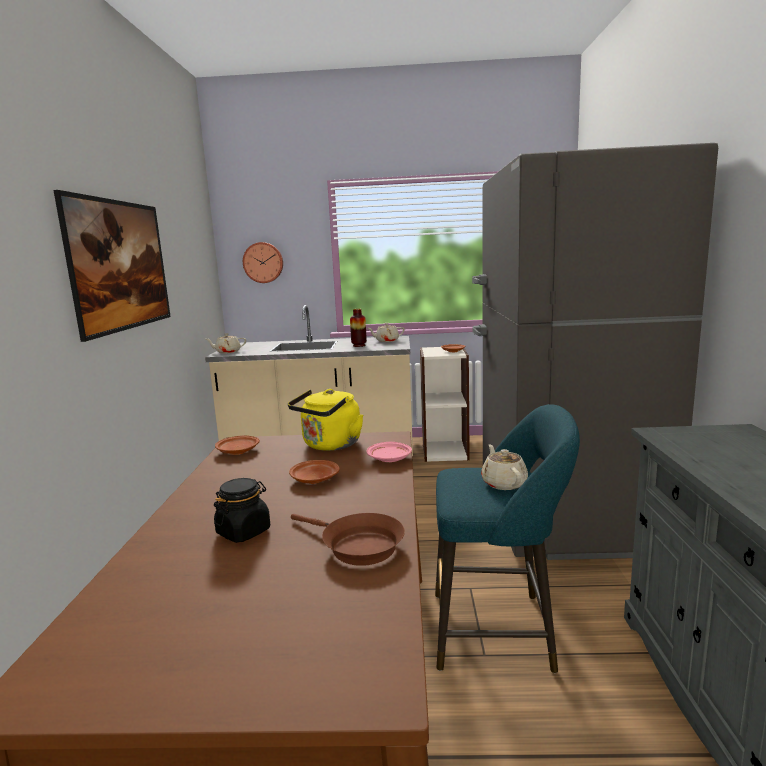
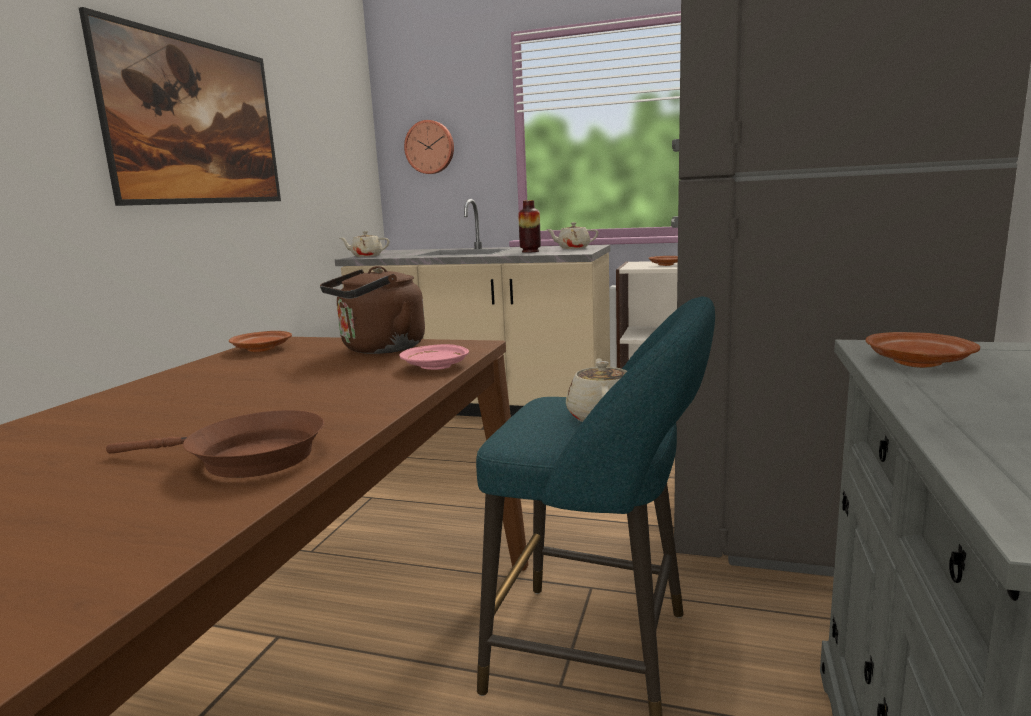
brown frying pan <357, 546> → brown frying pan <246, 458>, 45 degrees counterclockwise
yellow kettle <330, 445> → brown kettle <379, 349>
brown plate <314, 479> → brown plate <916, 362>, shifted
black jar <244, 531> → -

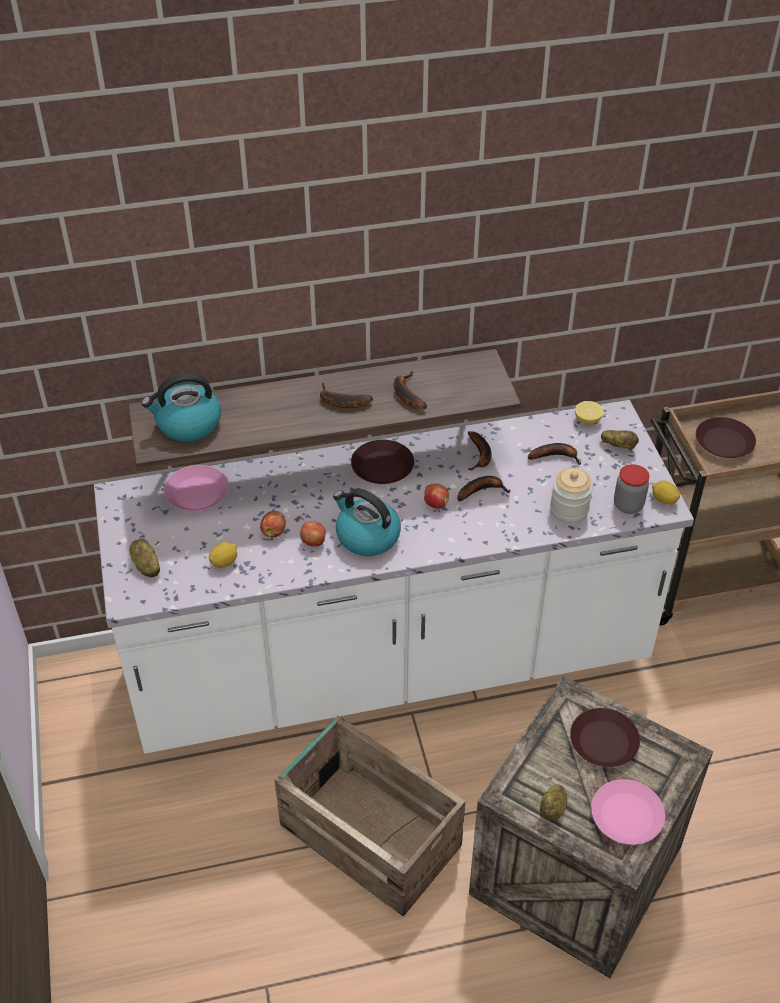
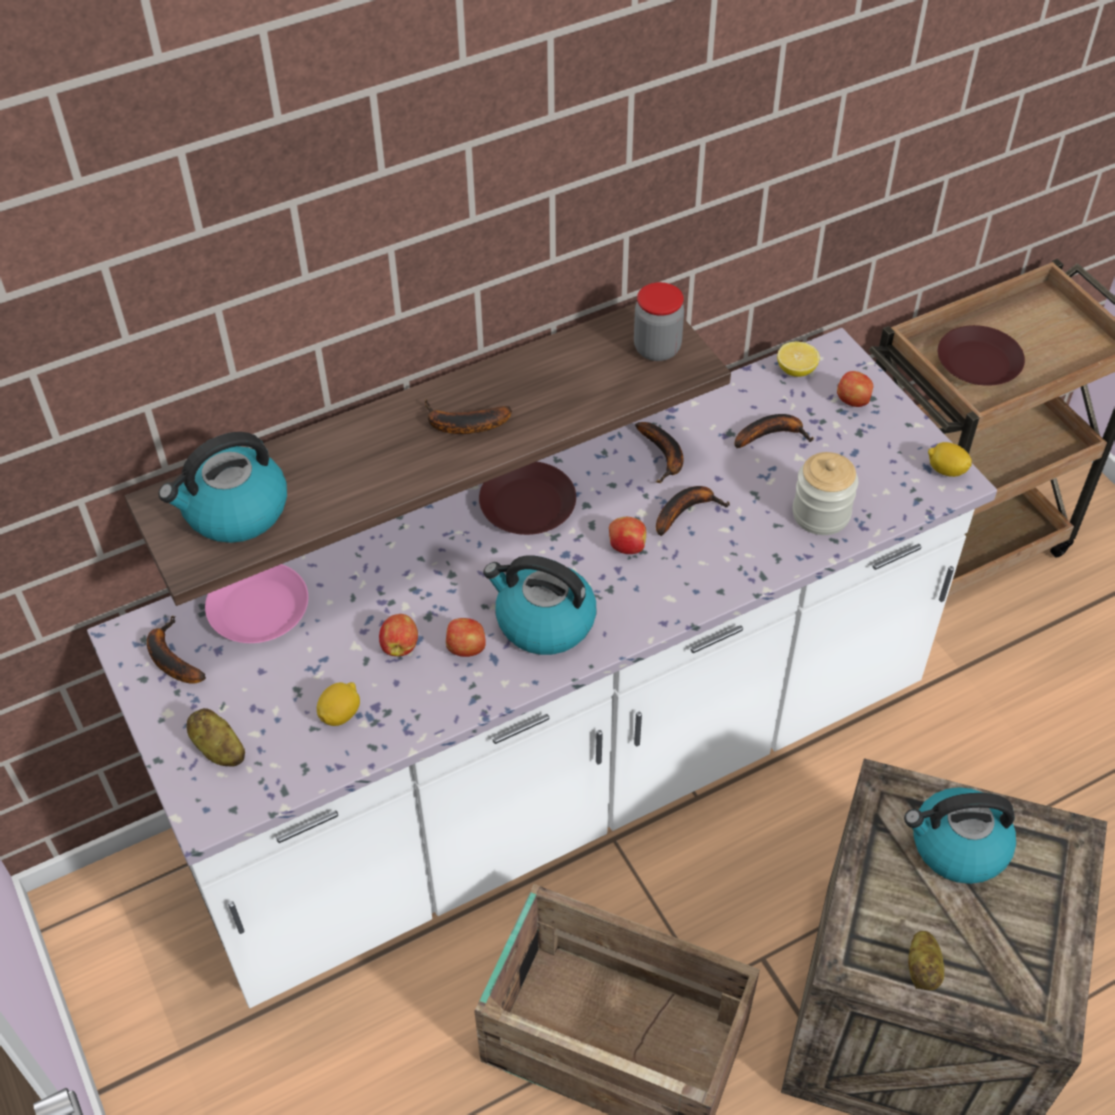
banana <406, 394> → banana <170, 658>, shifted
jar <628, 505> → jar <657, 349>, shifted
potato <618, 446> → apple <853, 401>
brown plate <604, 742> → kettle <957, 846>
pink plate <627, 816> → -

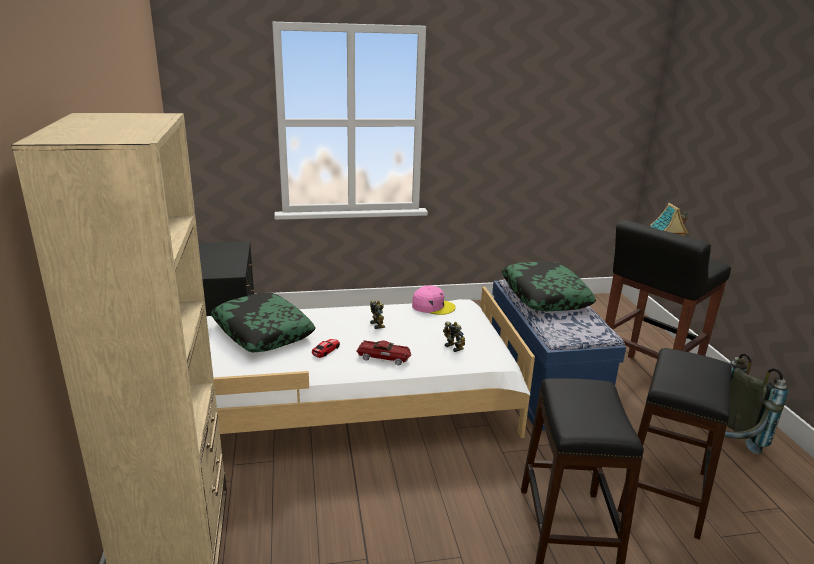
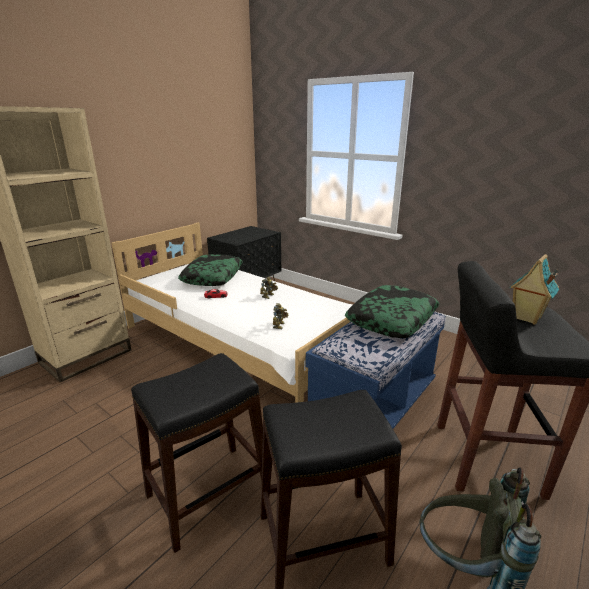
toy car <384, 357> → -
pink cap <433, 306> → -

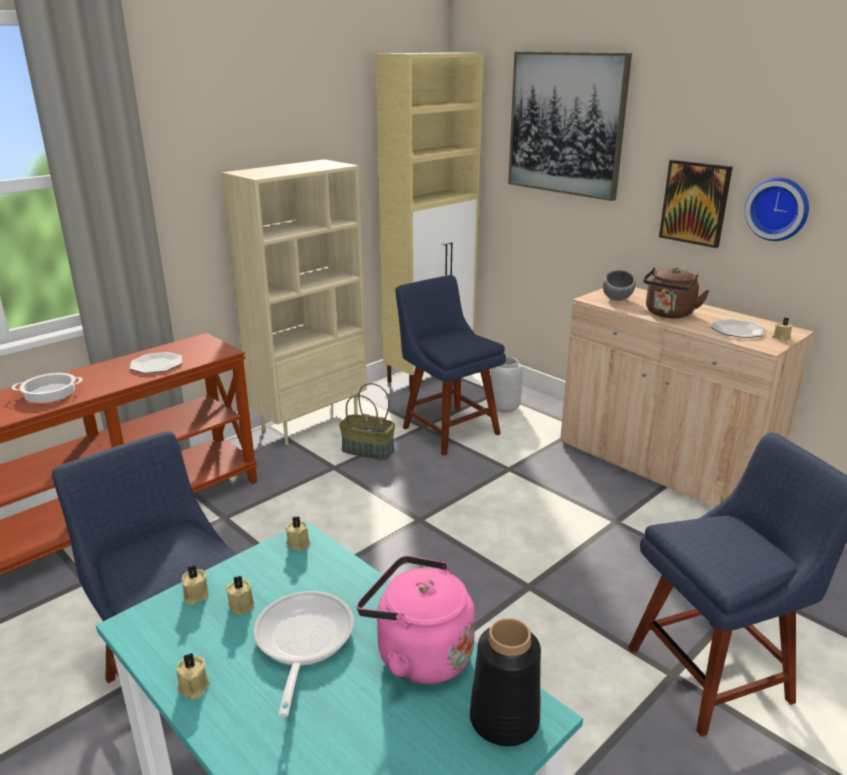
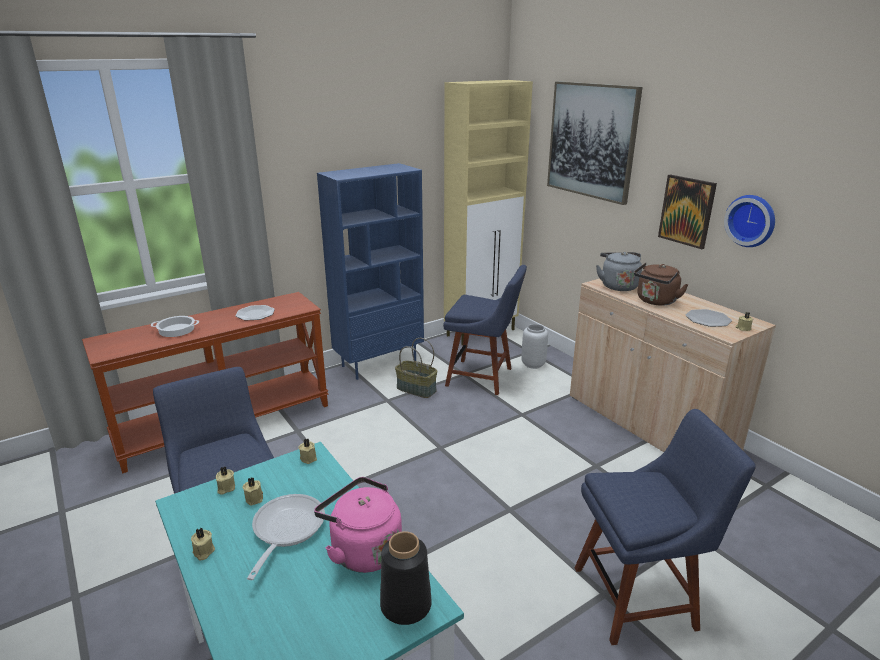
beige bookcase <310, 422> → blue bookcase <379, 363>
blue chair <448, 429> → blue chair <483, 377>, 135 degrees clockwise
grey bowl <617, 299> → grey kettle <618, 285>

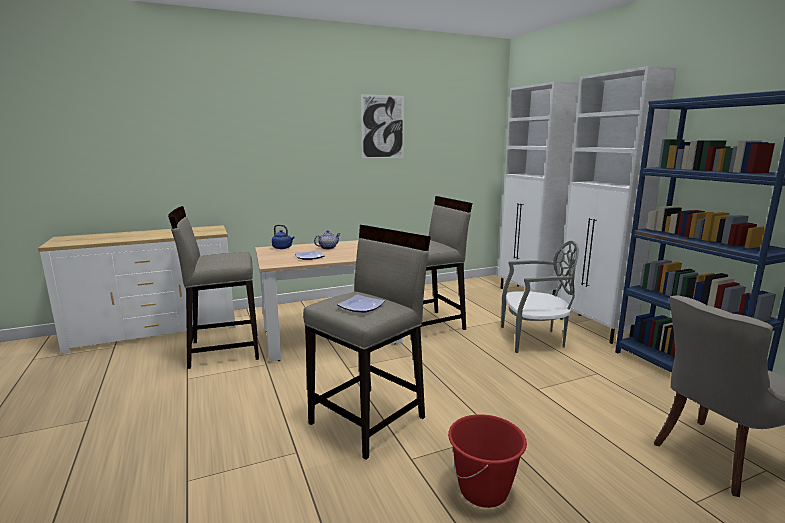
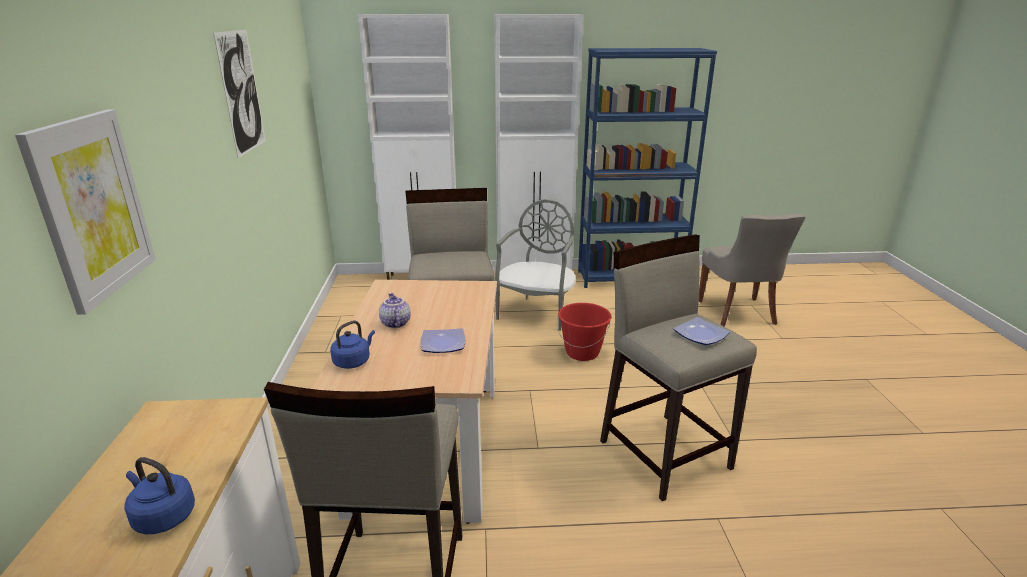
- → picture <92, 207>
- → blue kettle <162, 517>
red bucket <484, 490> → red bucket <582, 352>, shifted

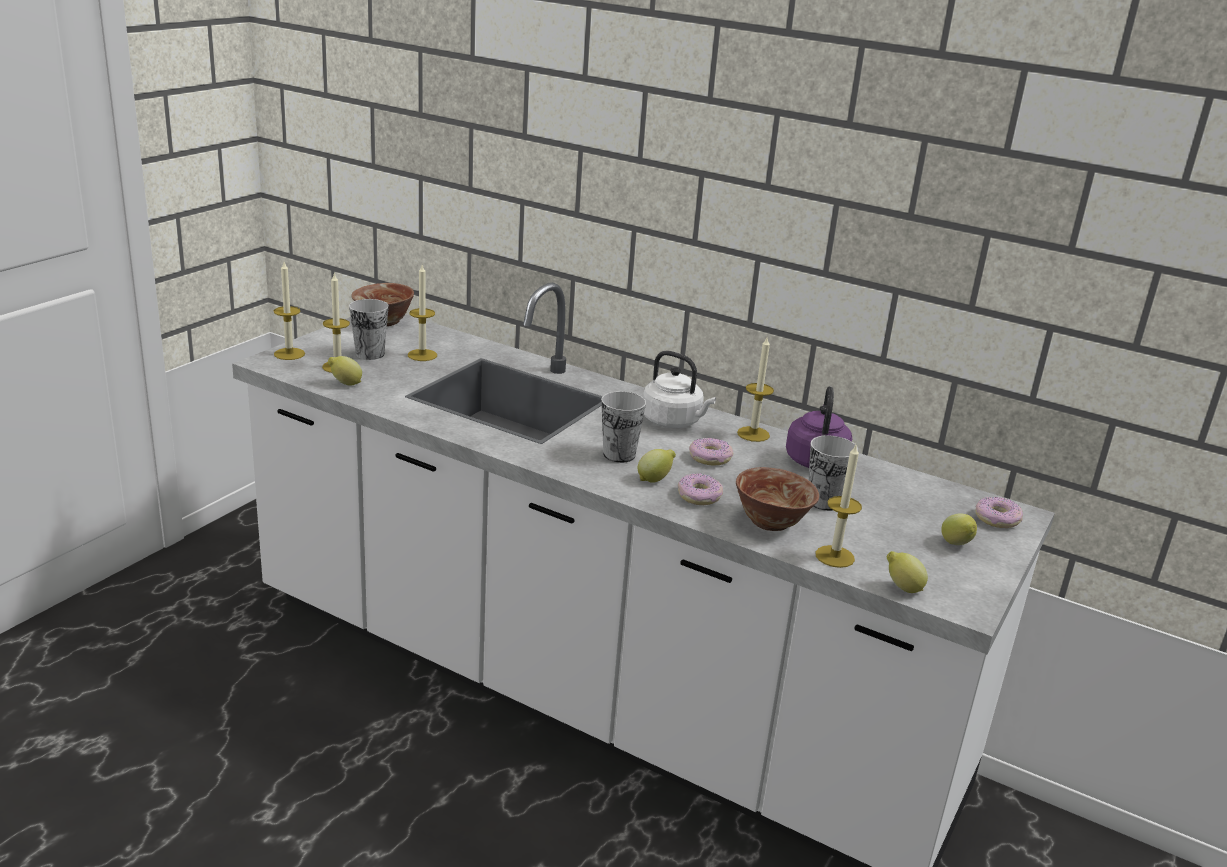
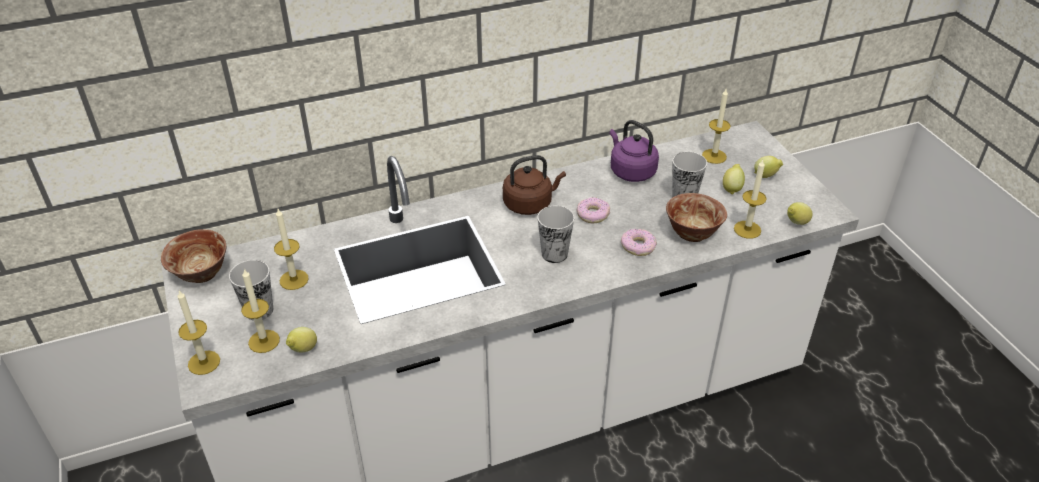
white kettle <674, 422> → brown kettle <530, 204>
candle <753, 434> → candle <714, 156>, shifted
lemon <655, 479> → lemon <732, 188>, shifted
donut <997, 519> → -

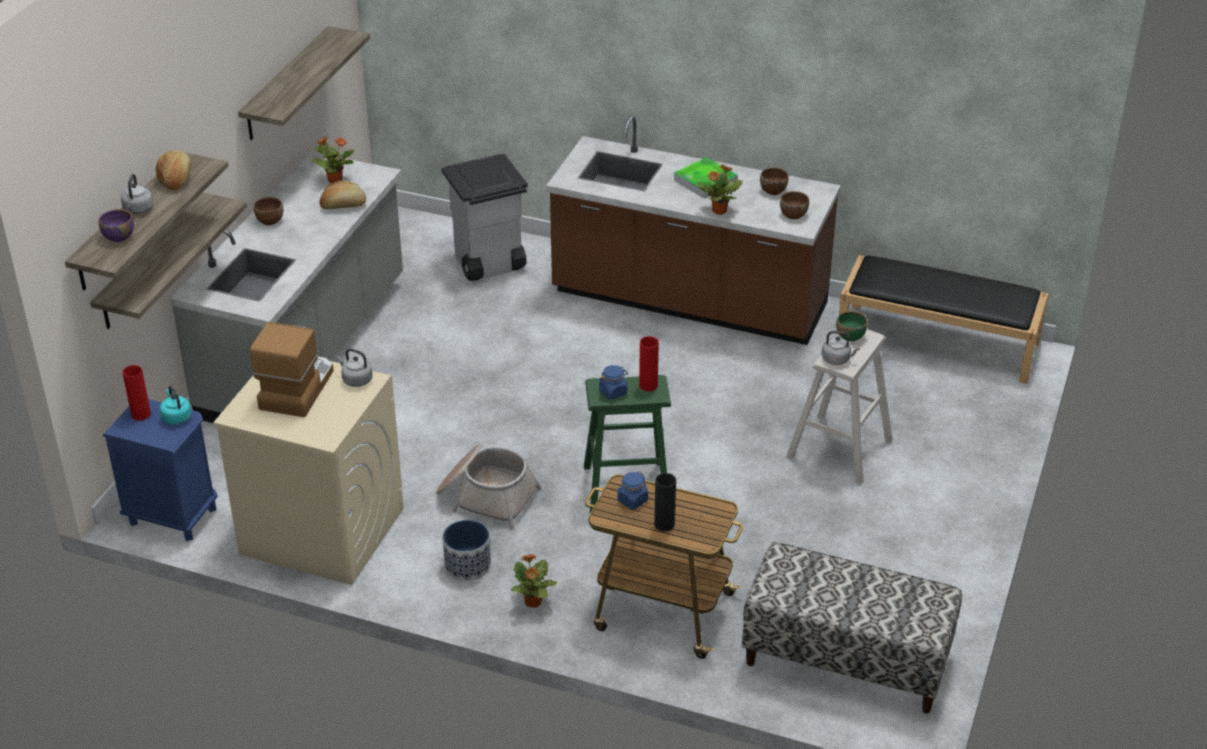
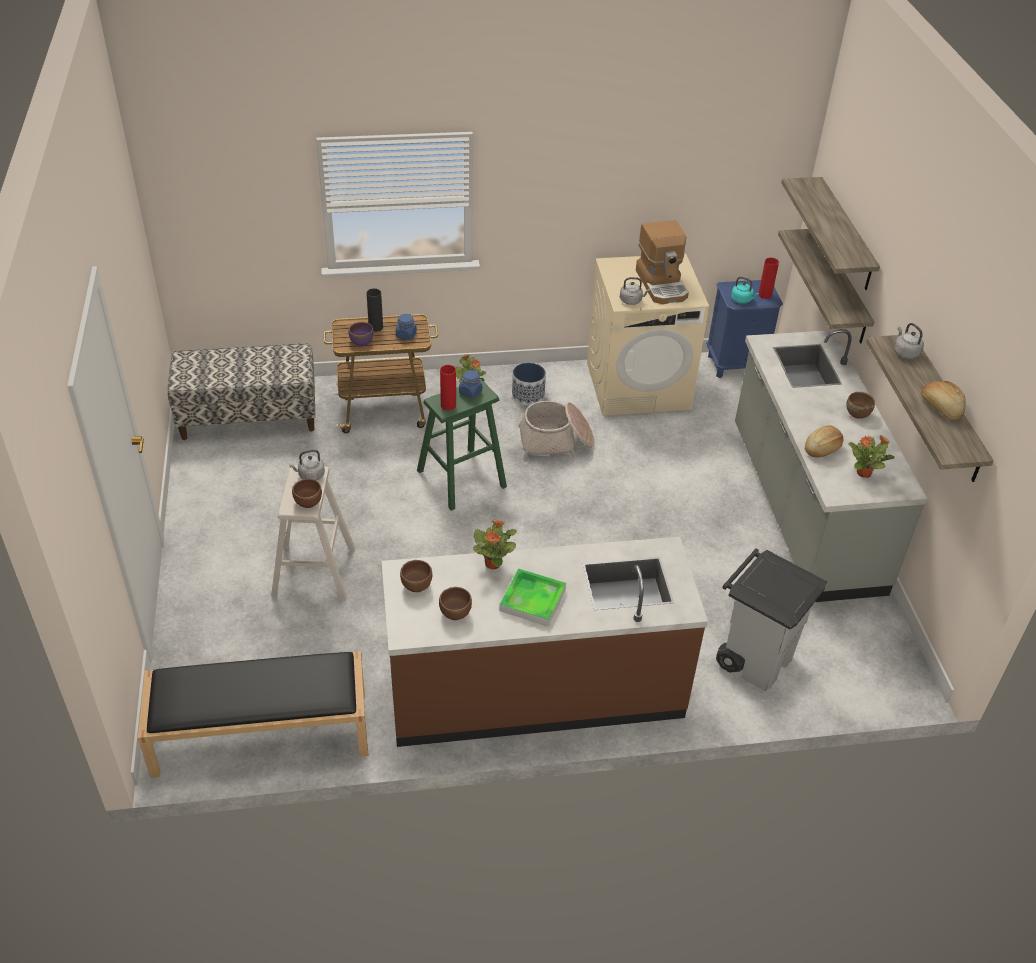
green bowl <850, 336> → brown bowl <308, 502>
purple bowl <119, 236> → purple bowl <361, 342>, shifted
grey kettle <137, 210> → grey kettle <905, 352>, shifted
bread <176, 179> → bread <940, 408>, shifted

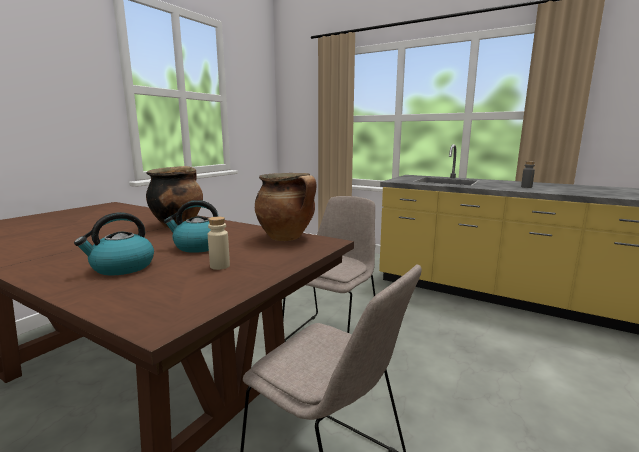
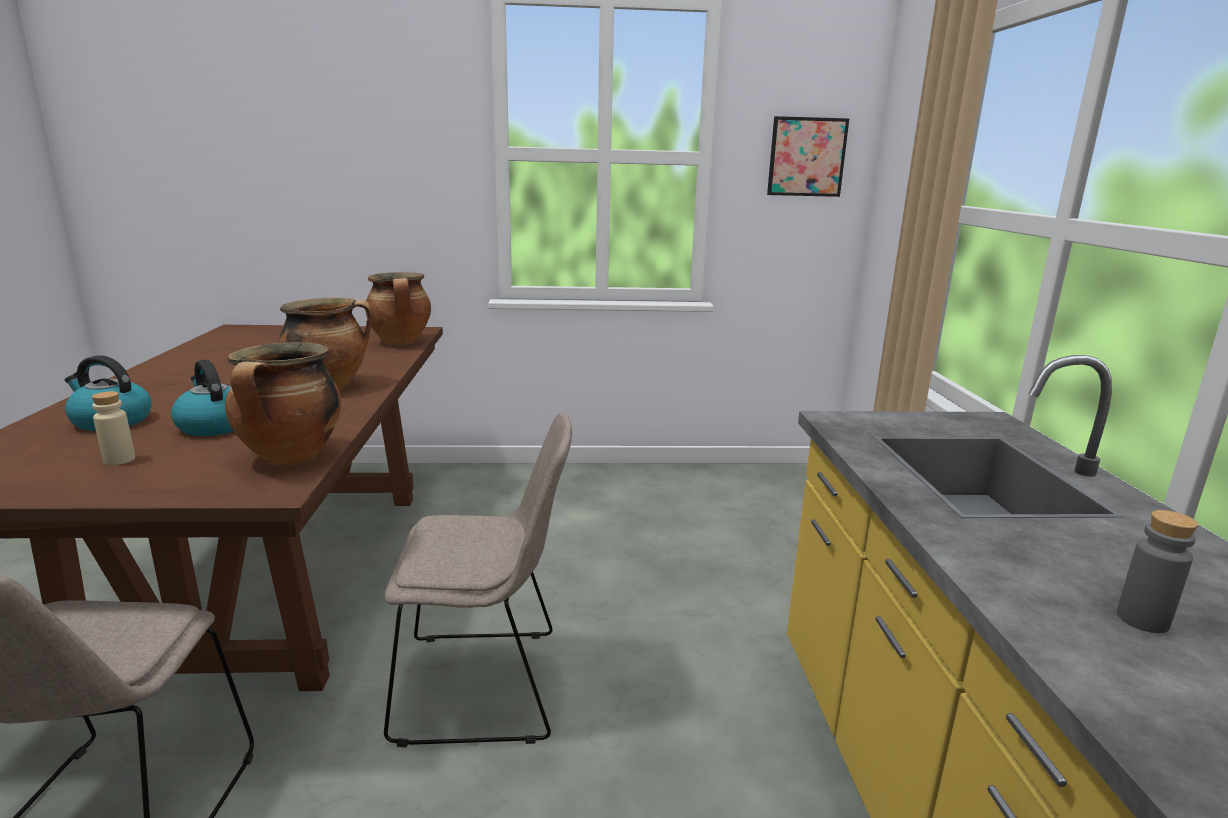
- → cooking pot <401, 342>
- → picture <807, 157>

